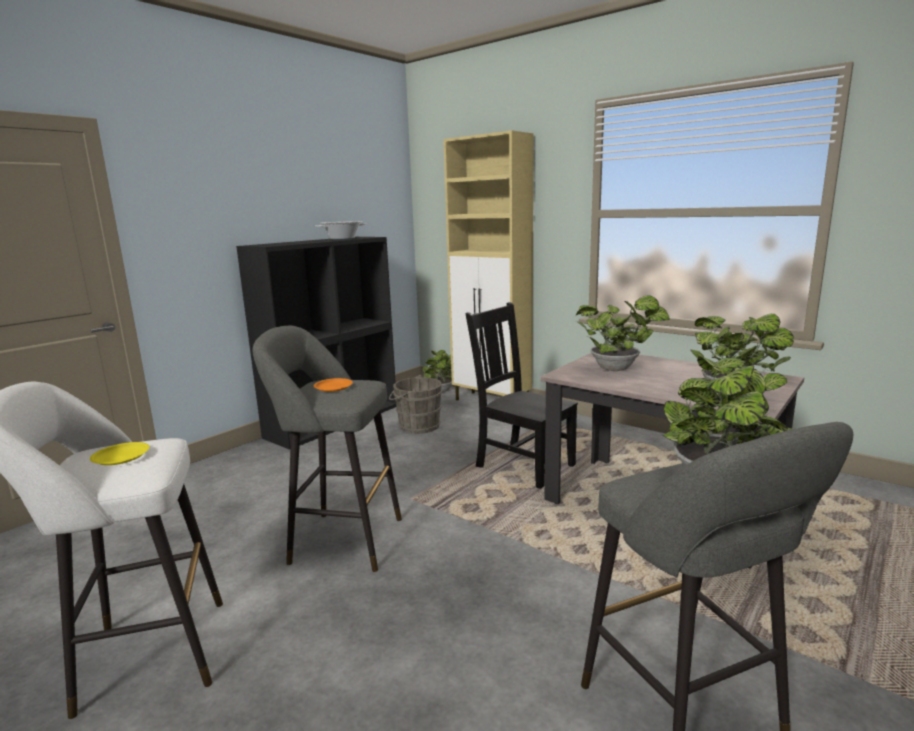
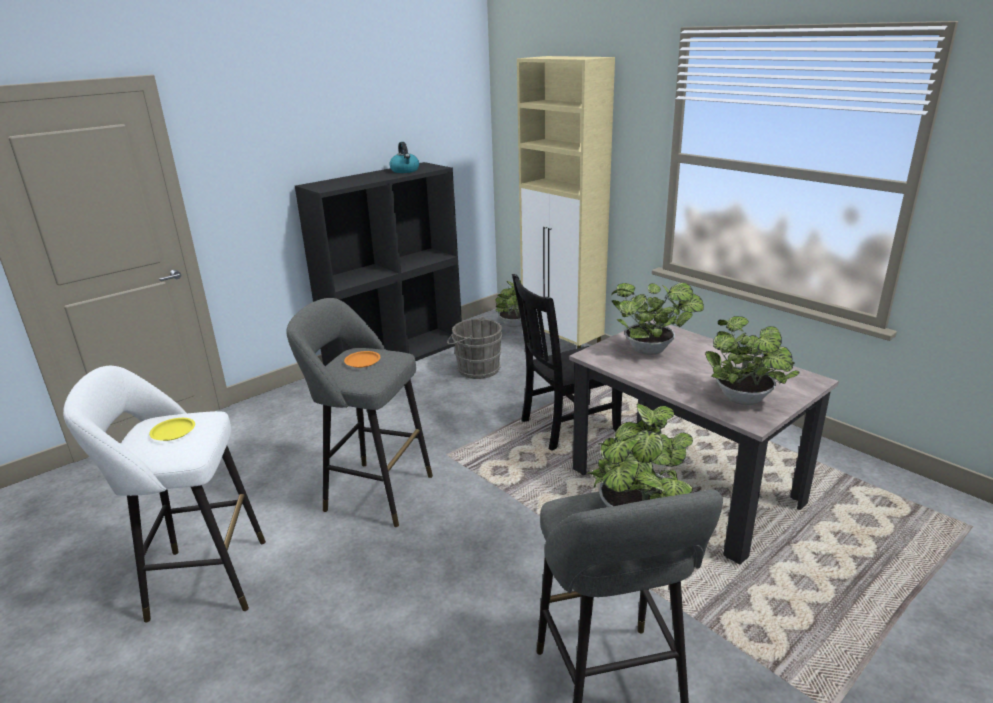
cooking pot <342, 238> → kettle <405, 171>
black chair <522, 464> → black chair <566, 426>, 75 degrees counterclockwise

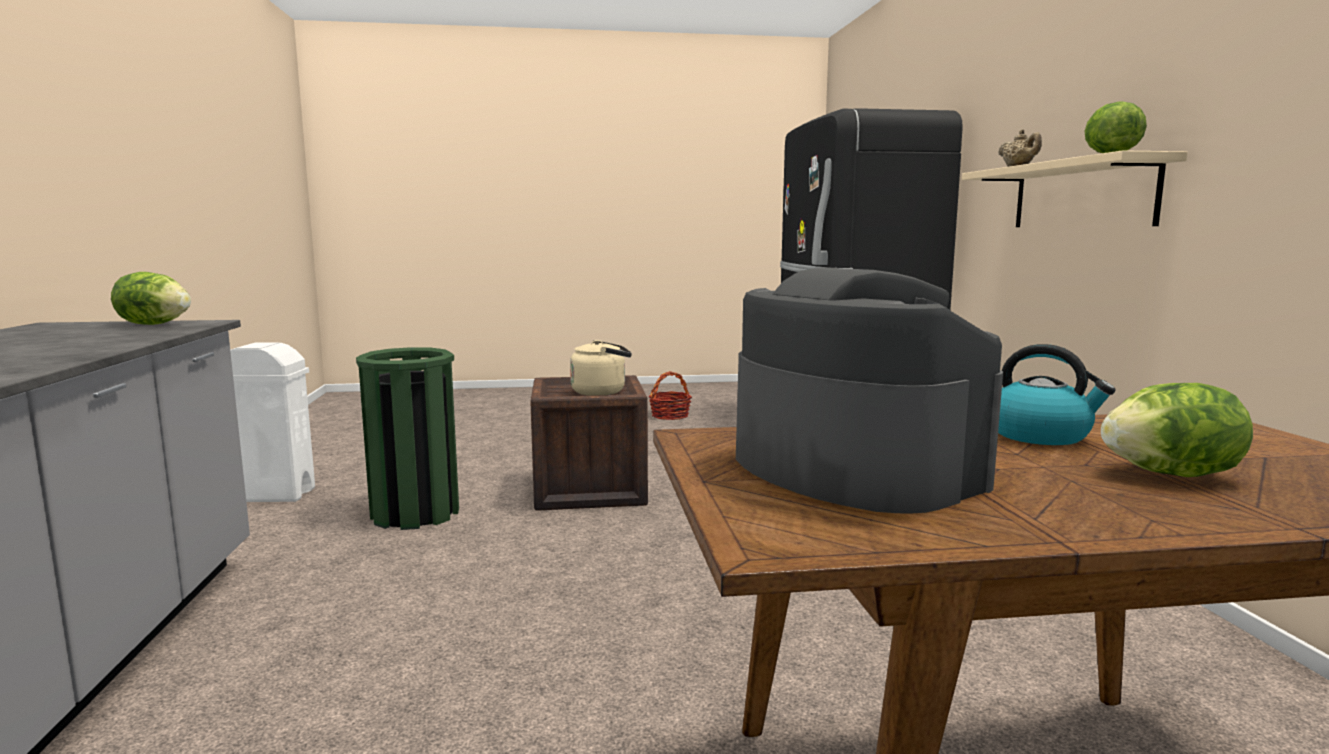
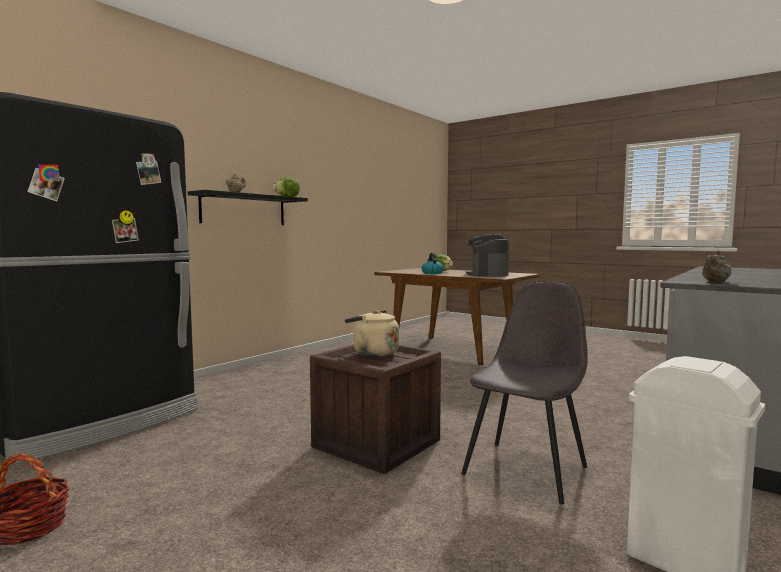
beige shelf <1081, 195> → black shelf <244, 210>
green trash can <415, 513> → grey chair <526, 469>
lettuce <154, 324> → beige teapot <715, 282>

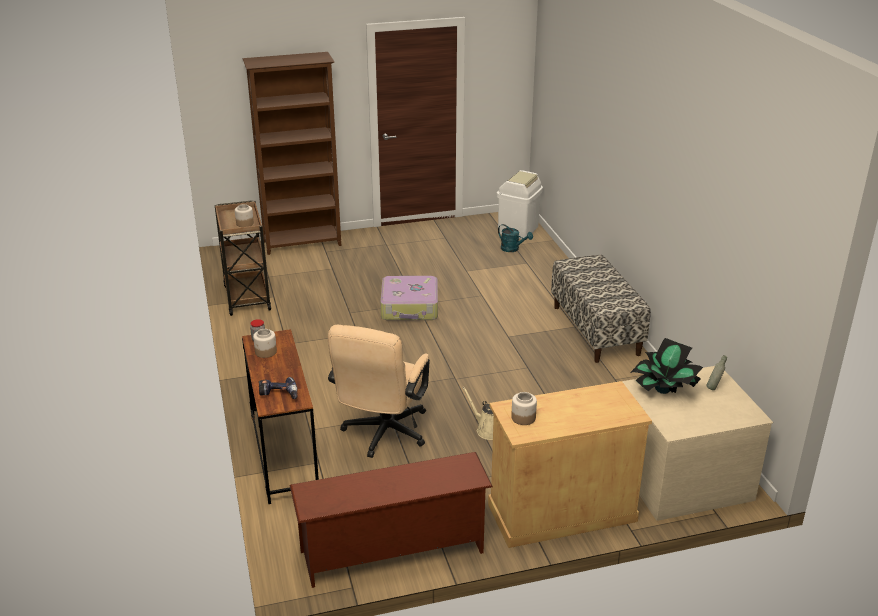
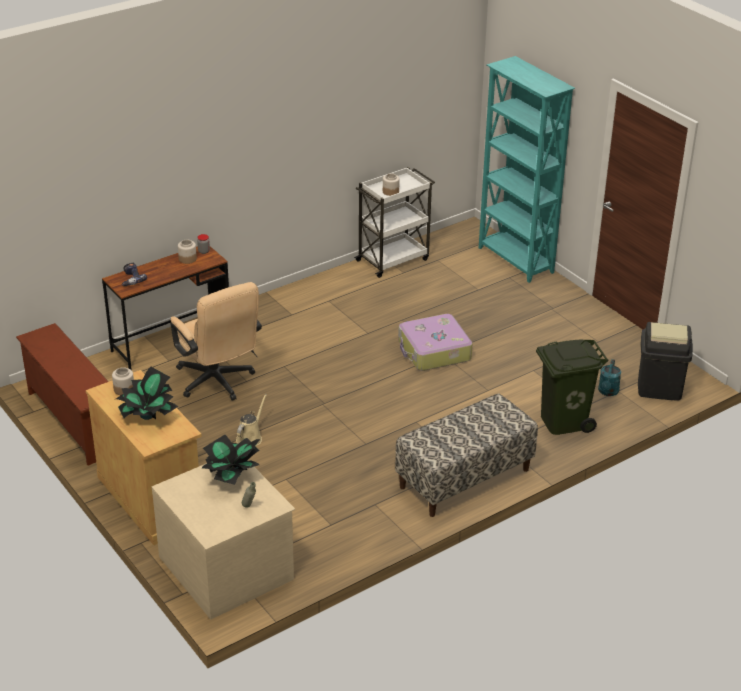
- → potted plant <147, 416>
beige office chair <382, 435> → beige office chair <218, 383>, 120 degrees counterclockwise
brown cart <247, 297> → white cart <393, 259>
brown bookcase <303, 243> → turquoise bookcase <515, 261>
- → green trash can <563, 420>
white trash can <518, 230> → black trash can <659, 388>

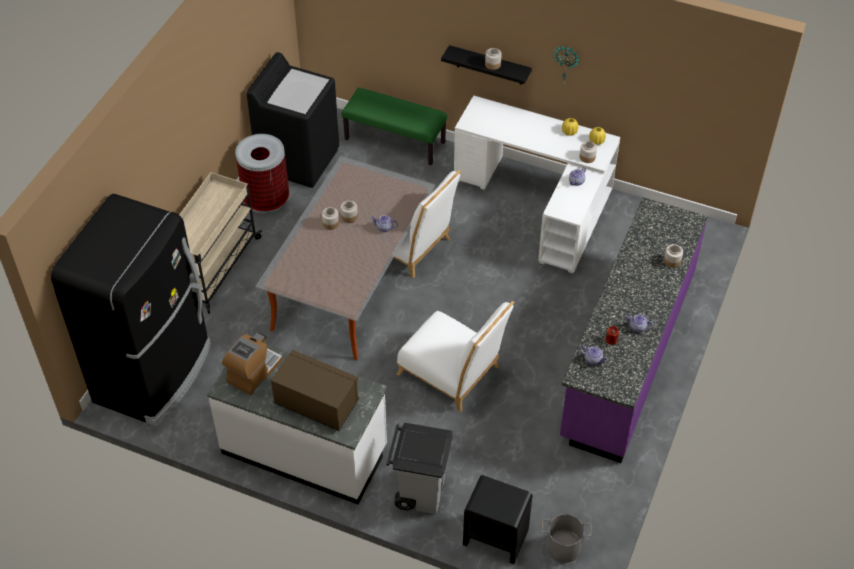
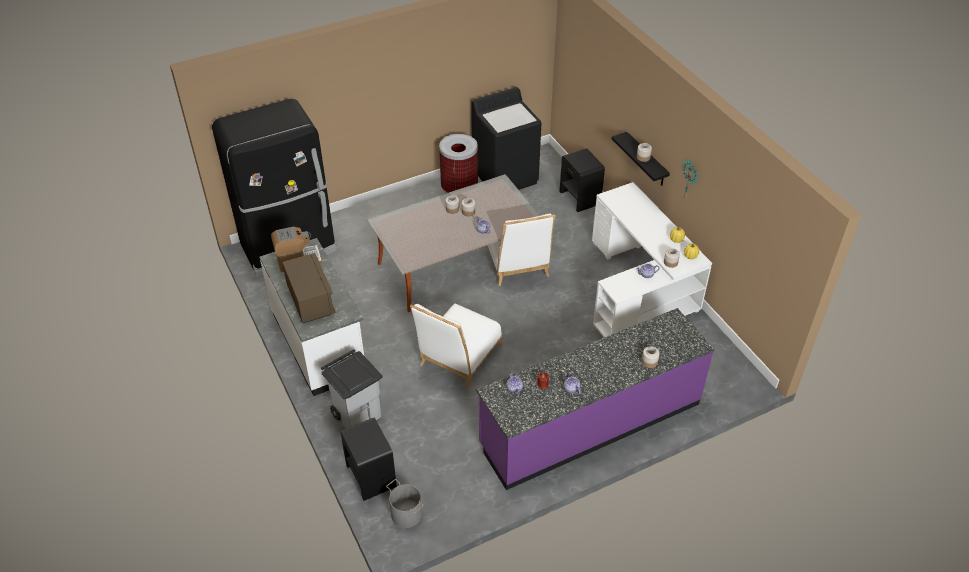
white chair <453, 374> → white chair <458, 359>, 45 degrees clockwise
green bench <395, 140> → black nightstand <580, 198>
beige cart <214, 269> → -

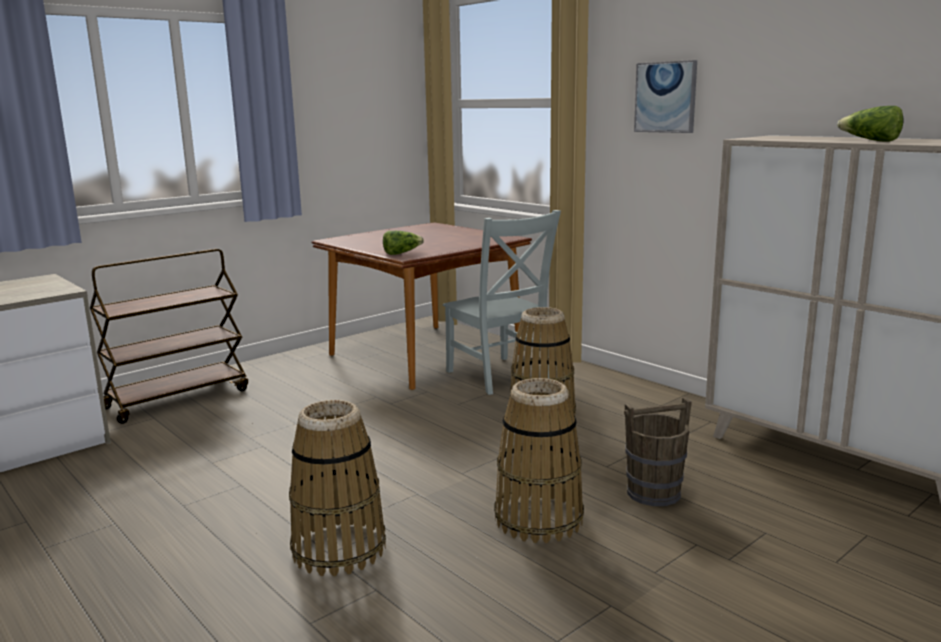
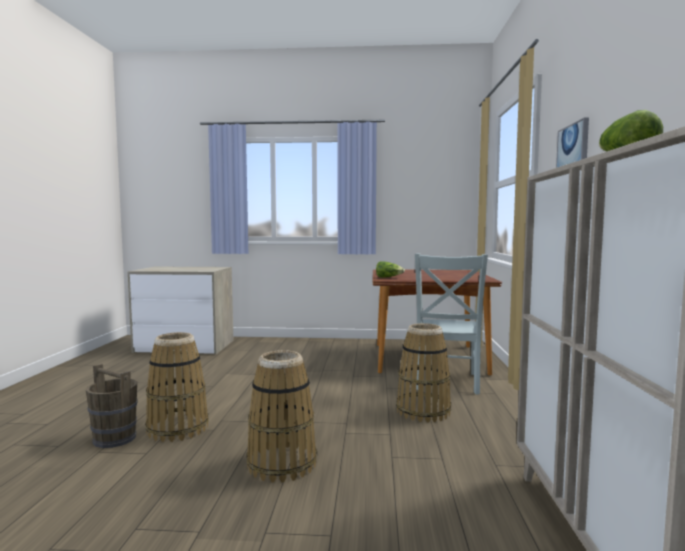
brown bucket <654, 493> → brown bucket <115, 439>, shifted
brown cart <178, 398> → -

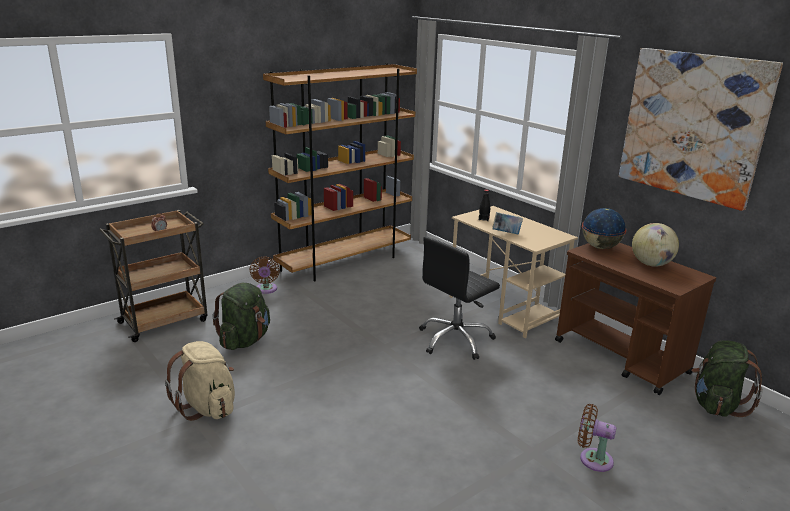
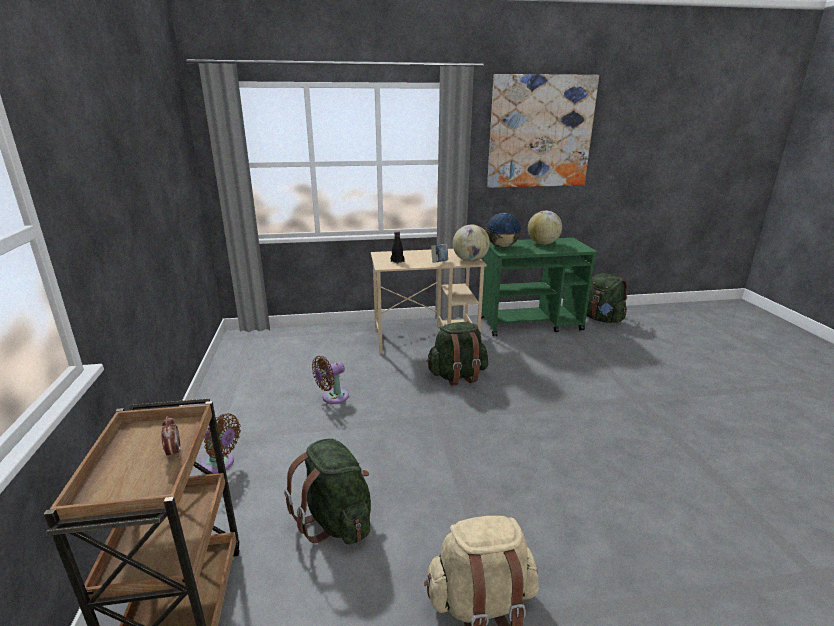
brown fan <592, 459> → brown fan <332, 397>, shifted
black office chair <455, 340> → green backpack <457, 376>
- → globe <470, 260>
brown cart <621, 357> → green cart <531, 324>
brown bookcase <345, 262> → -

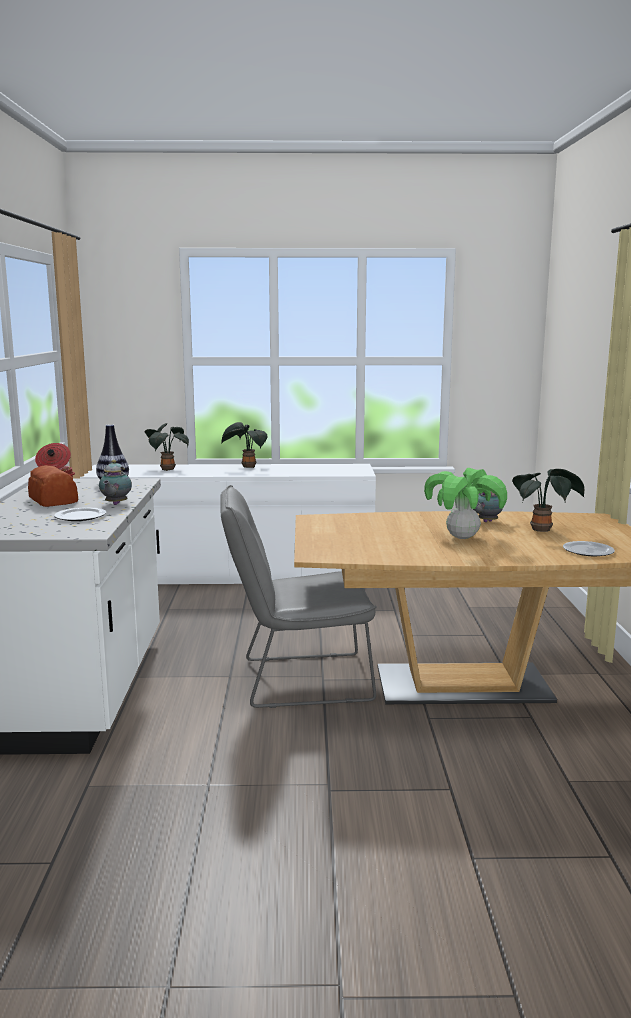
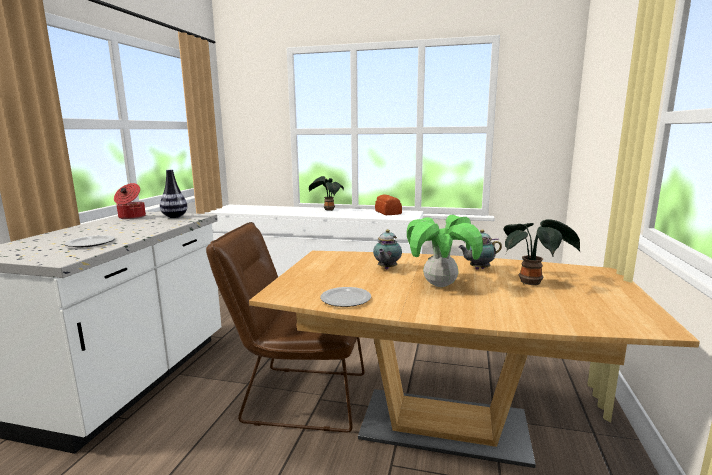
grey chair <296, 680> → brown chair <297, 396>
plate <587, 551> → plate <345, 299>, shifted
teapot <115, 504> → teapot <386, 268>, shifted
bread <52, 500> → bread <387, 212>, shifted
potted plant <166, 469> → -

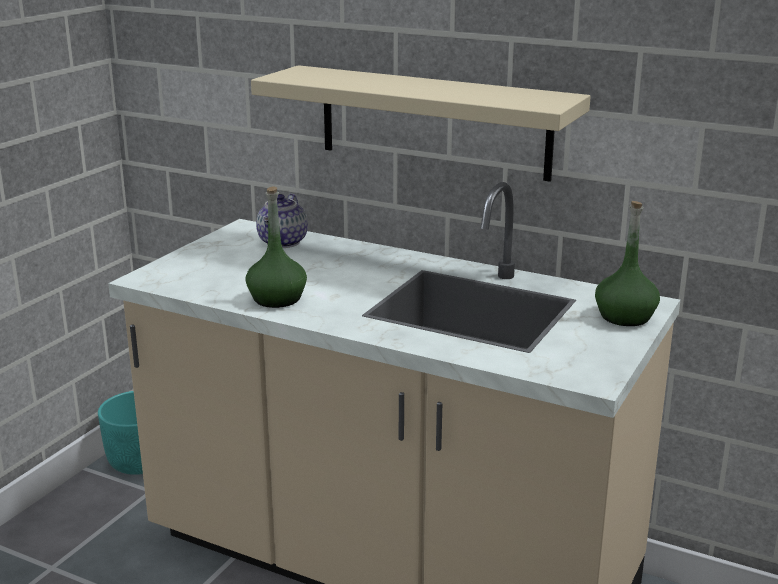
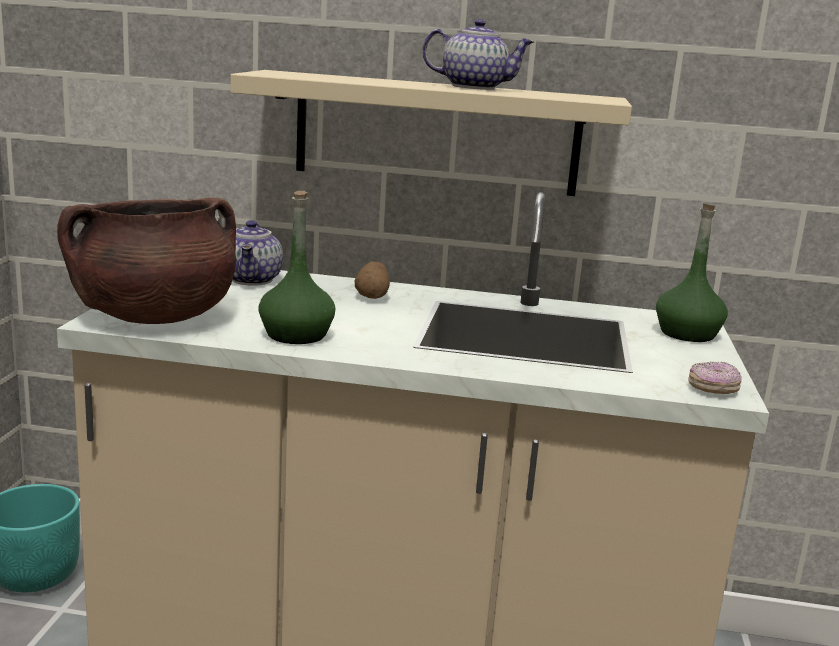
- → brown cooking pot <154, 317>
- → potato <372, 296>
- → teapot <475, 87>
- → donut <713, 389>

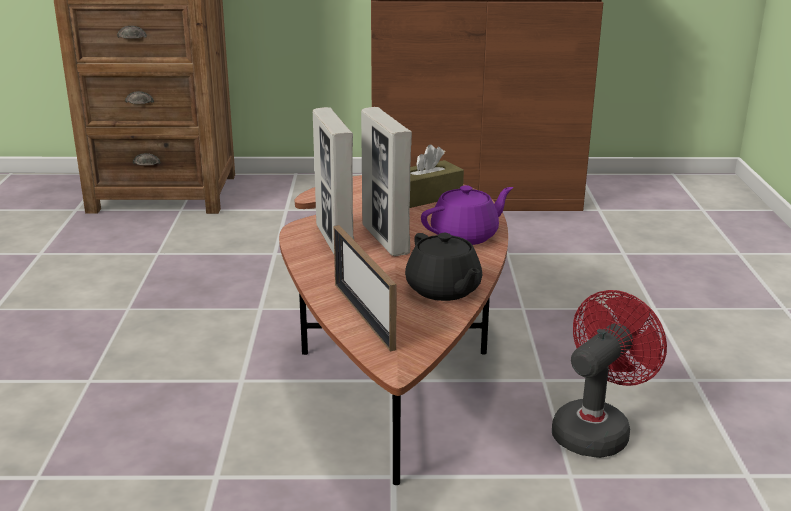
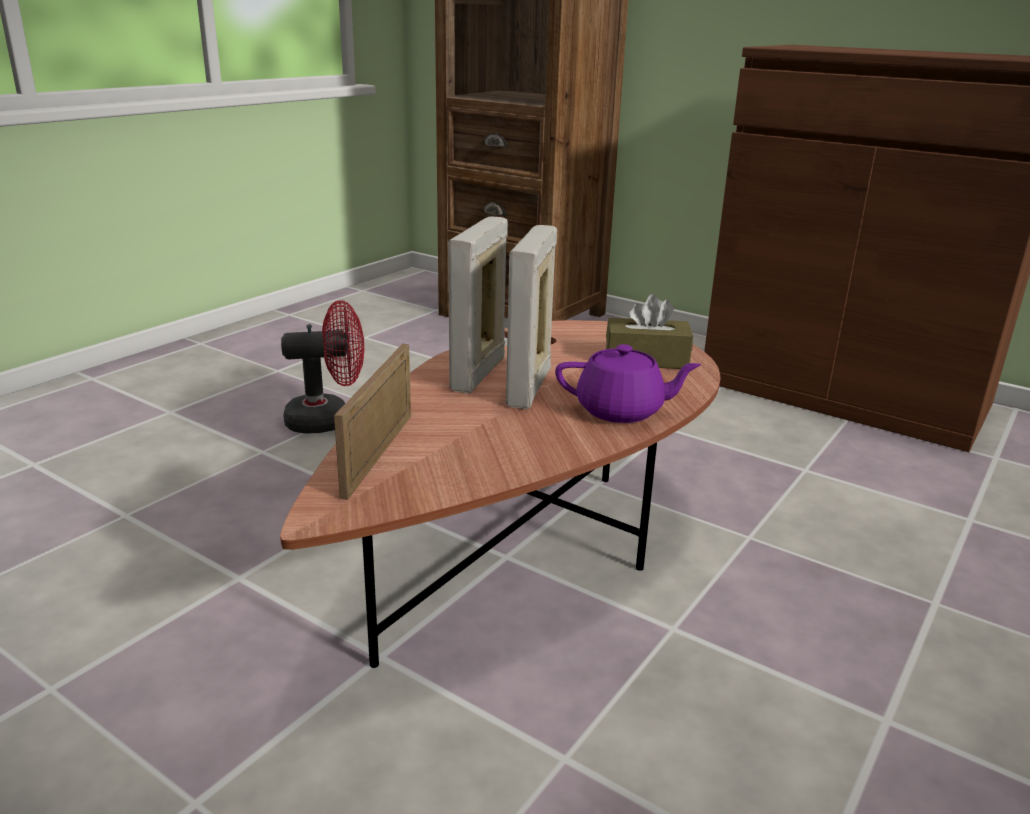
red fan <596, 429> → red fan <328, 420>, shifted
black teapot <443, 290> → -

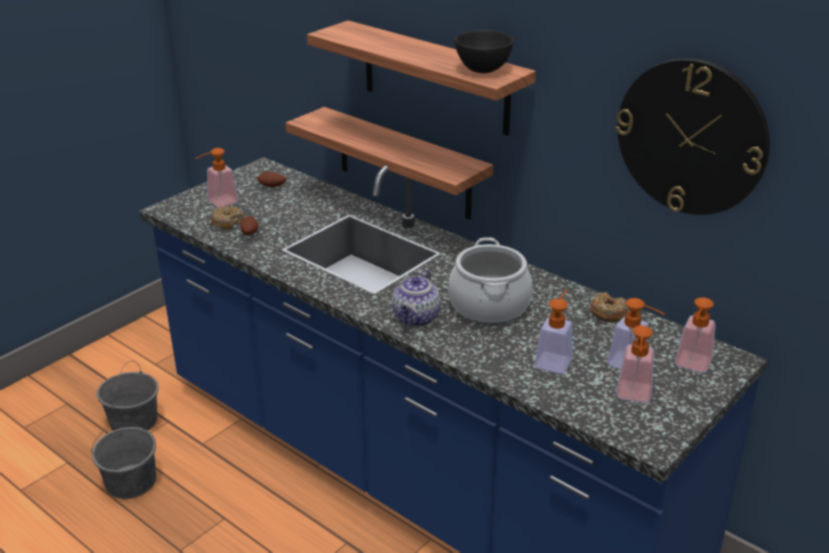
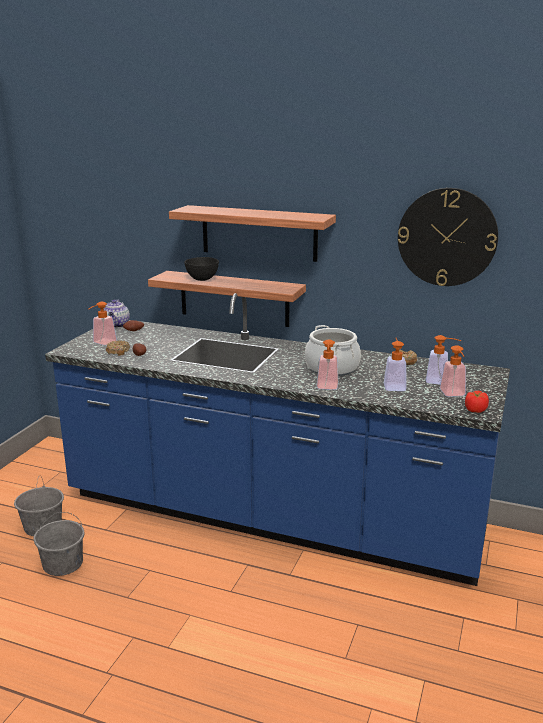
teapot <416, 318> → teapot <116, 325>, shifted
black bowl <483, 69> → black bowl <202, 279>, shifted
soap dispenser <691, 366> → soap dispenser <327, 388>, shifted
- → tomato <475, 410>

